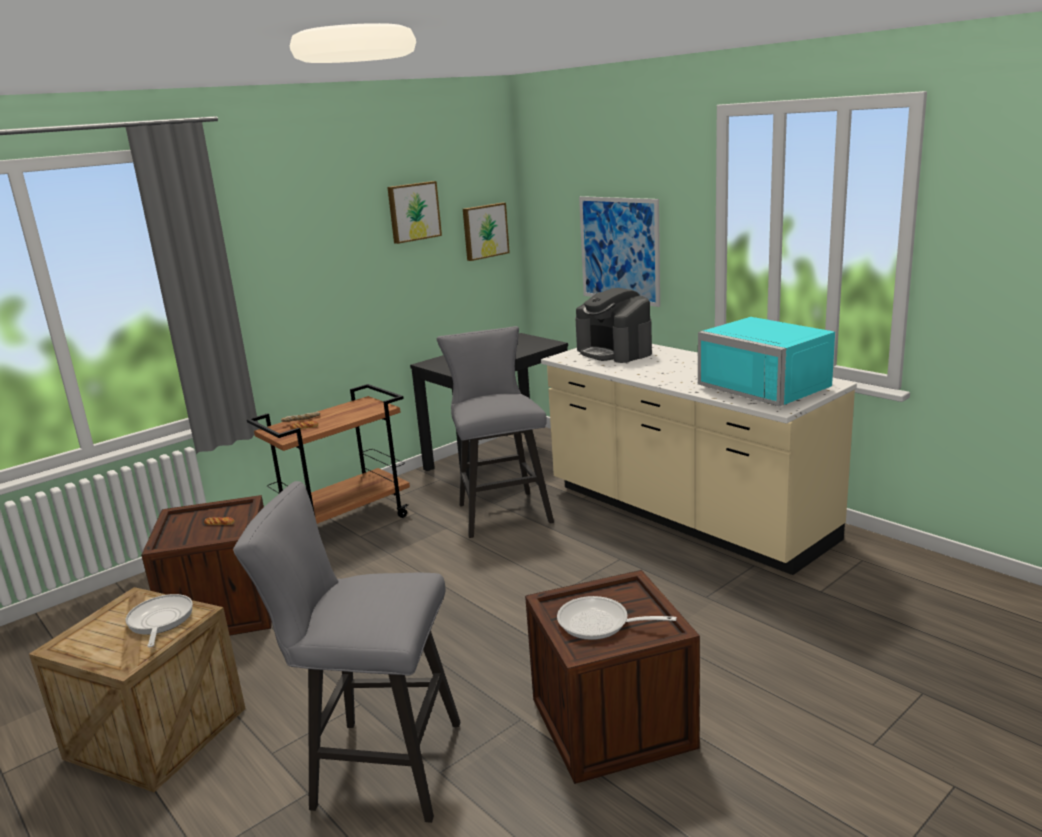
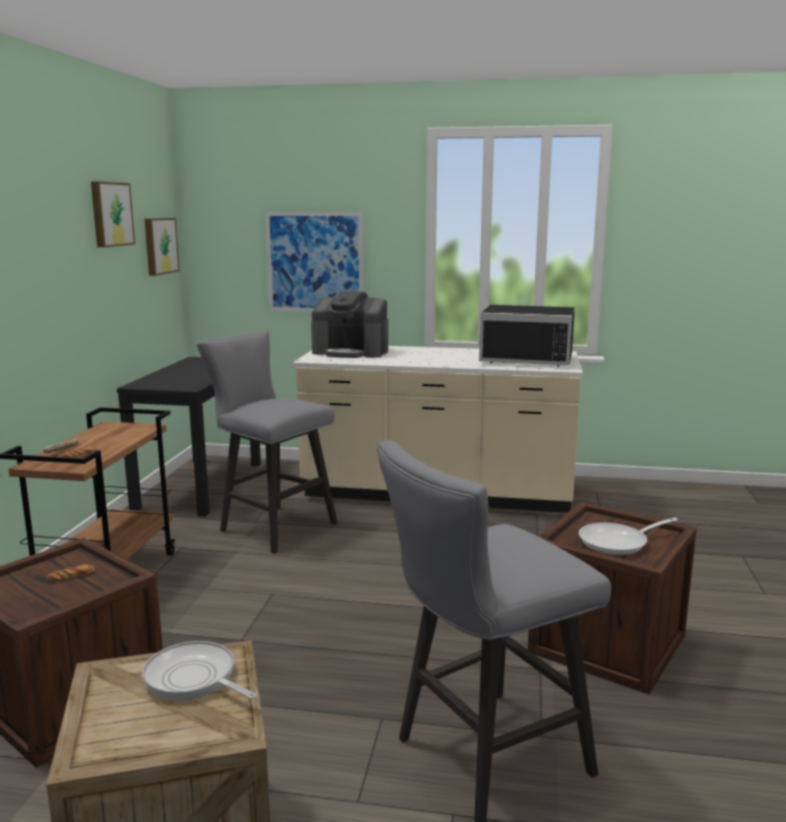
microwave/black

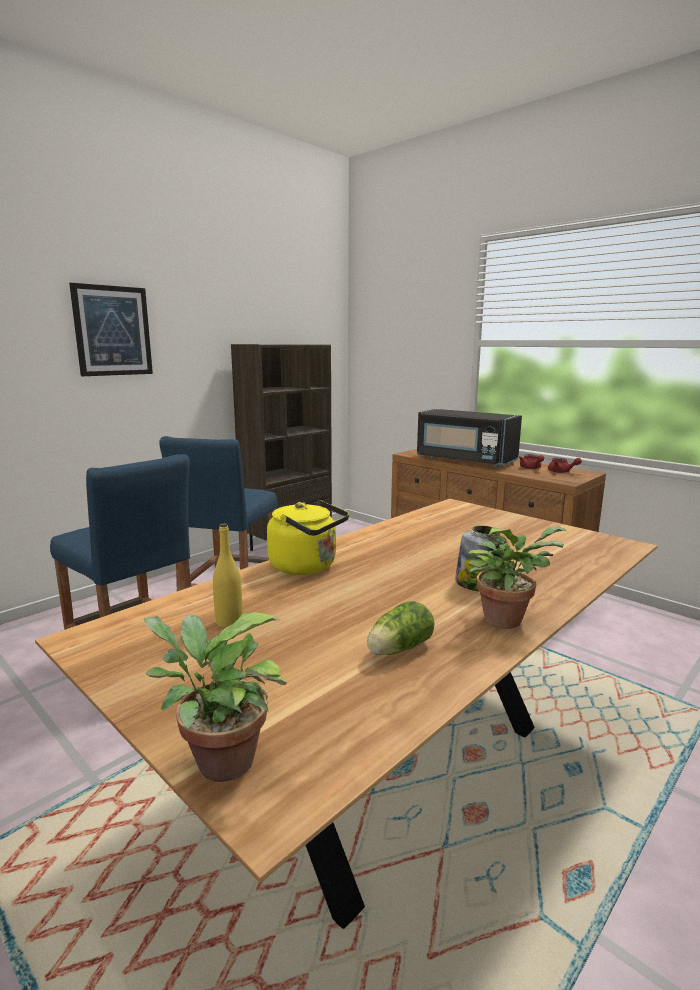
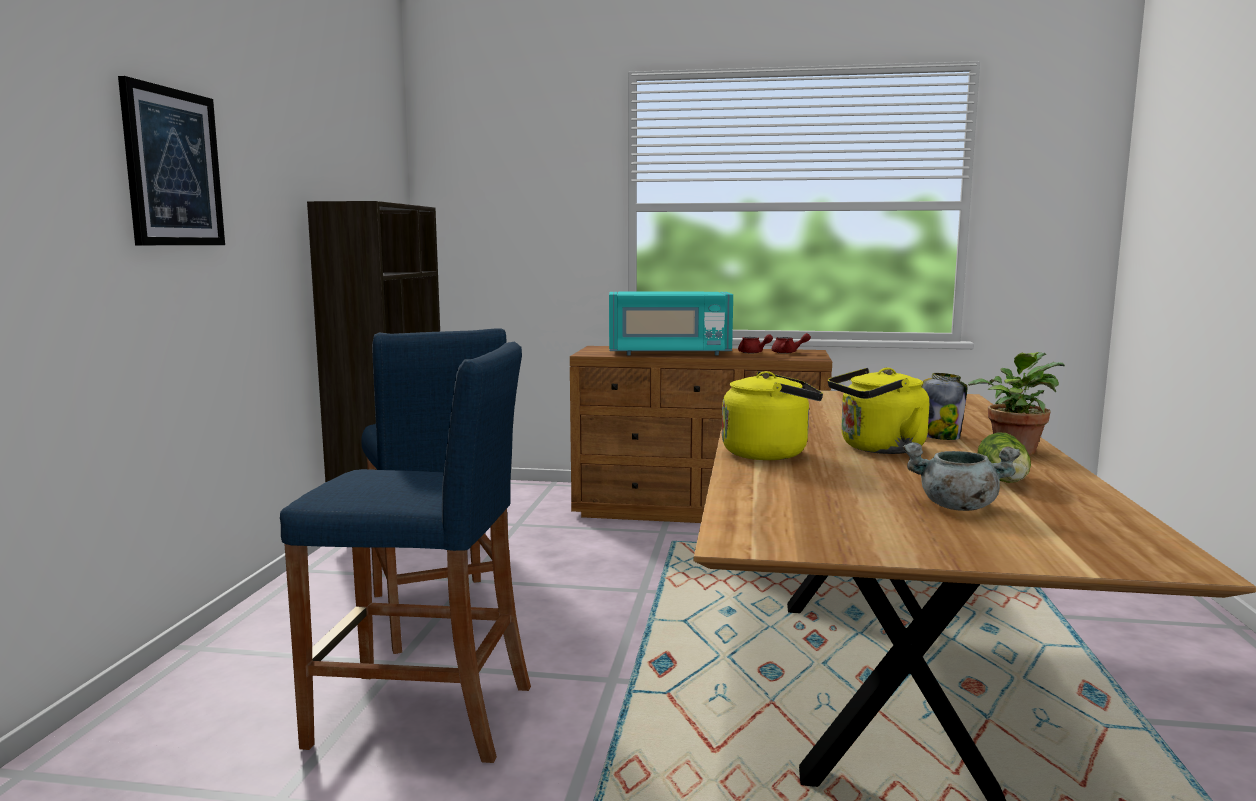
potted plant (1st from left in the first image)
bottle/yellow
kettle/yellow (2nd from left)
cooking pot/grey
microwave/turquoise

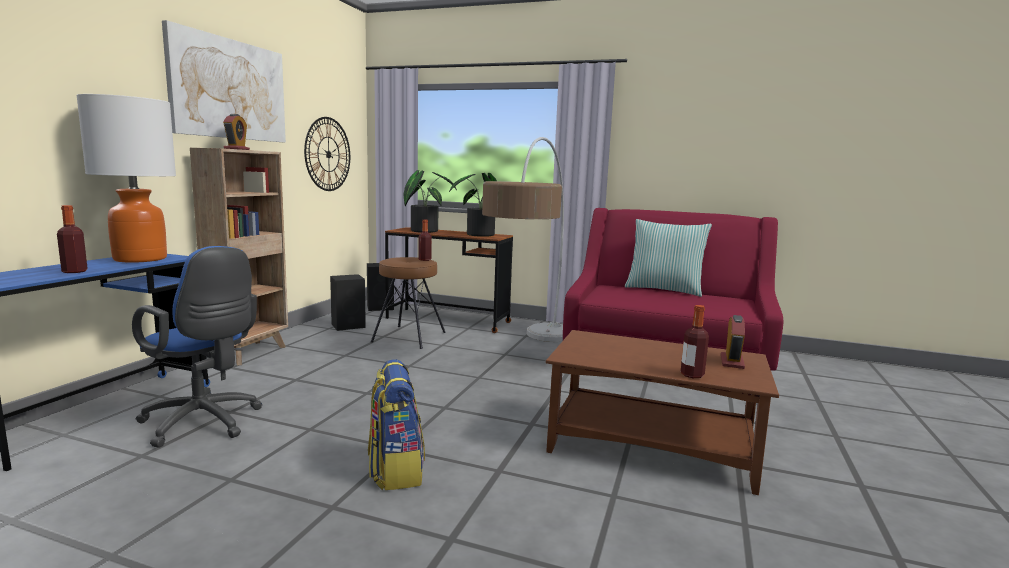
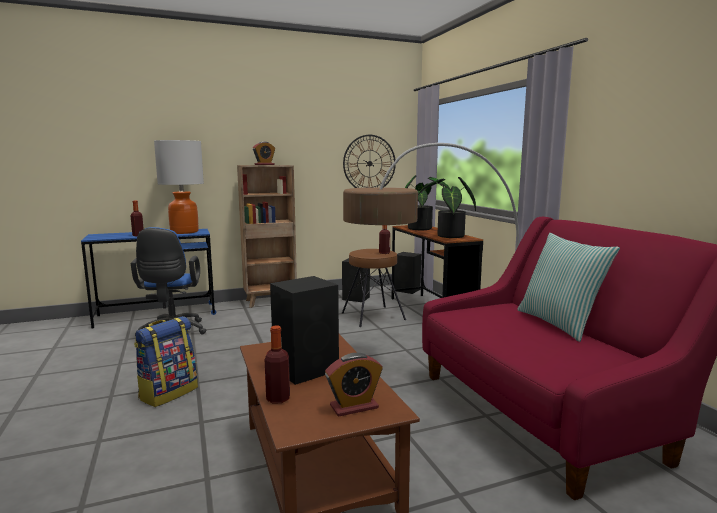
picture
speaker/black (1st from left)

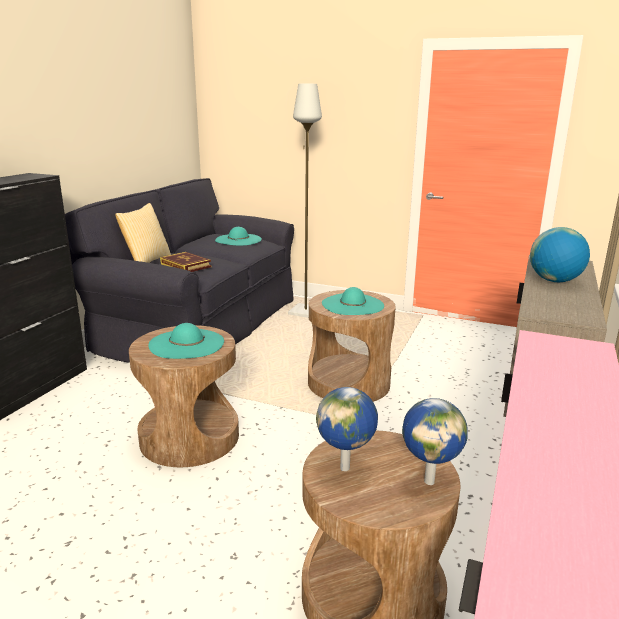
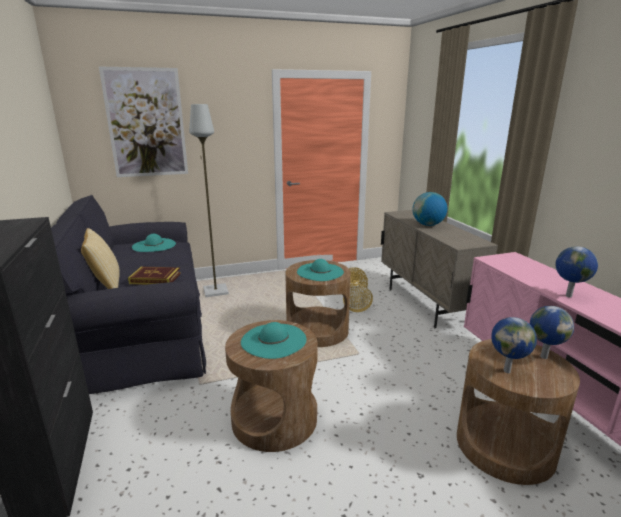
picture
basket
globe (4th from left)

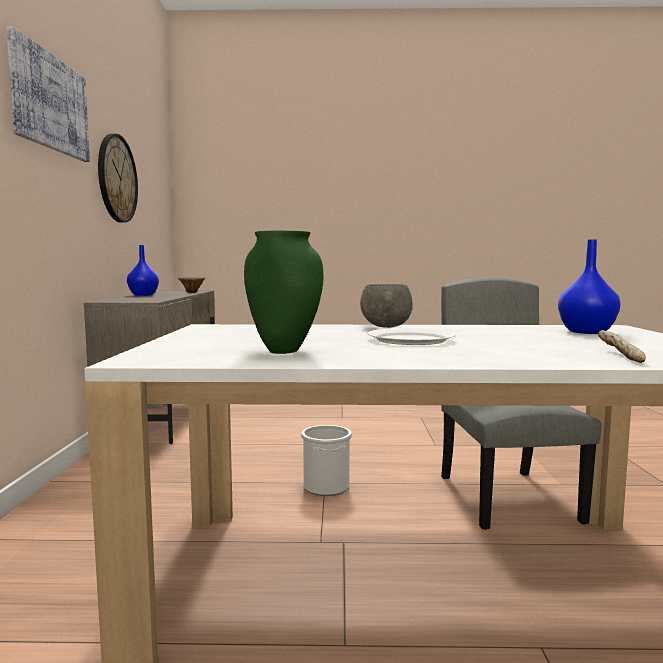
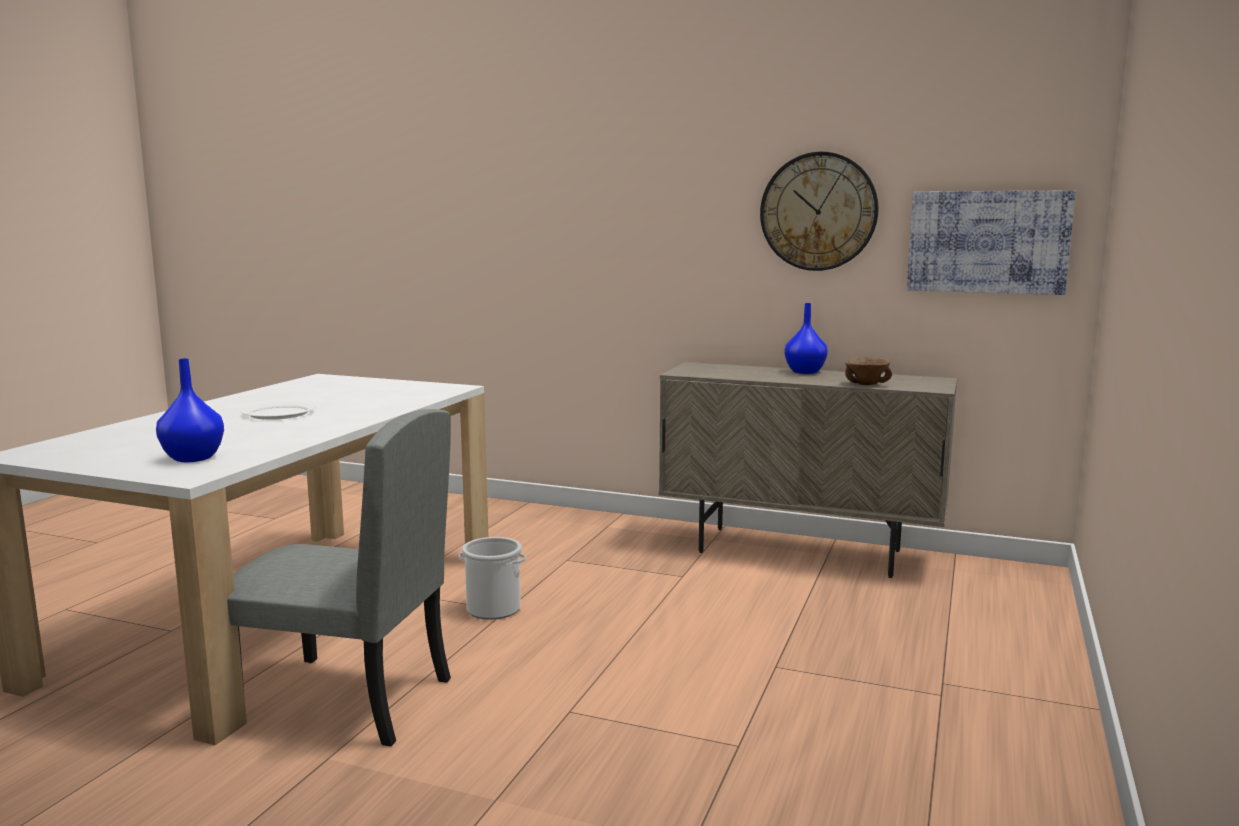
vase/green
bowl/grey
bread
picture

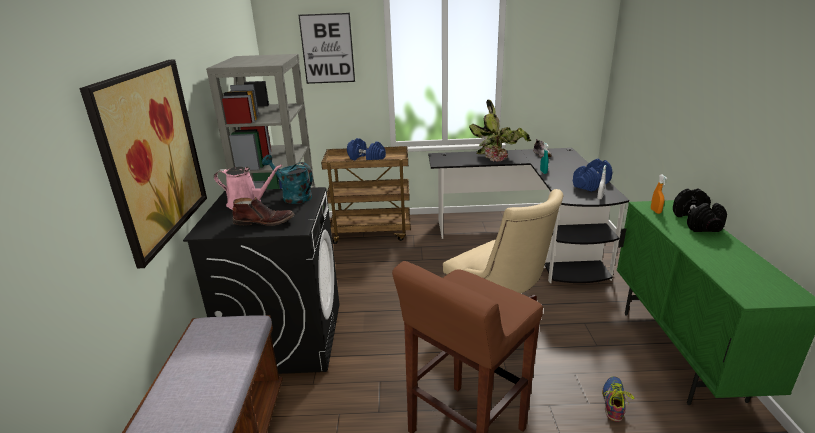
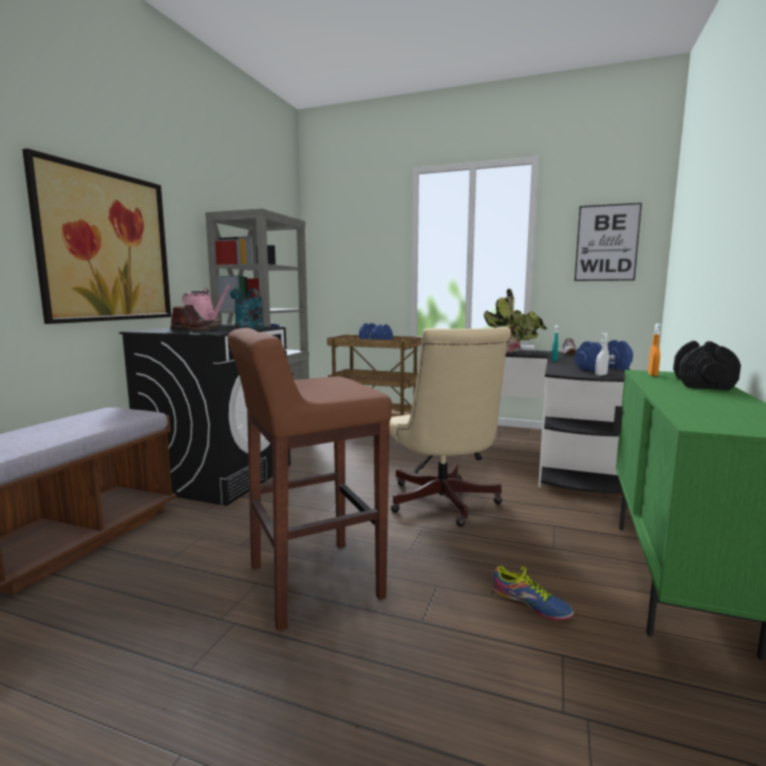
picture (2nd from left)
shoe (1st from left)

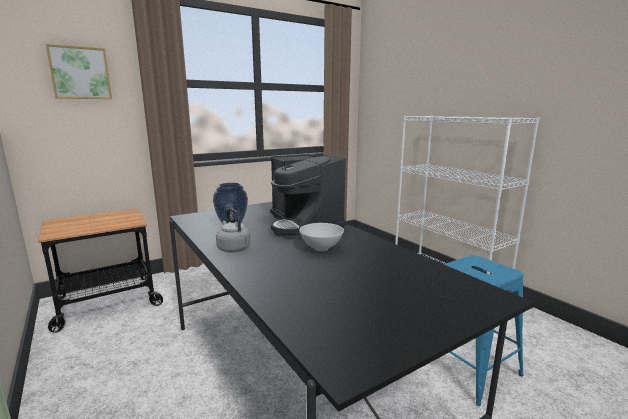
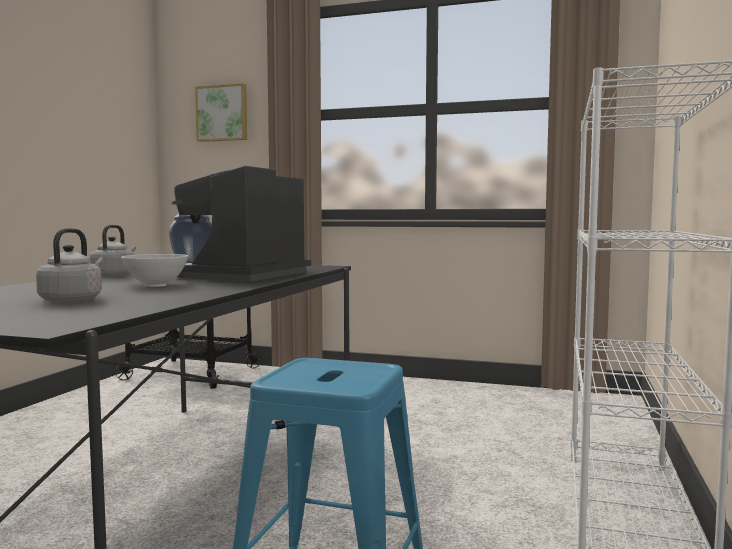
kettle/grey (1st from left)

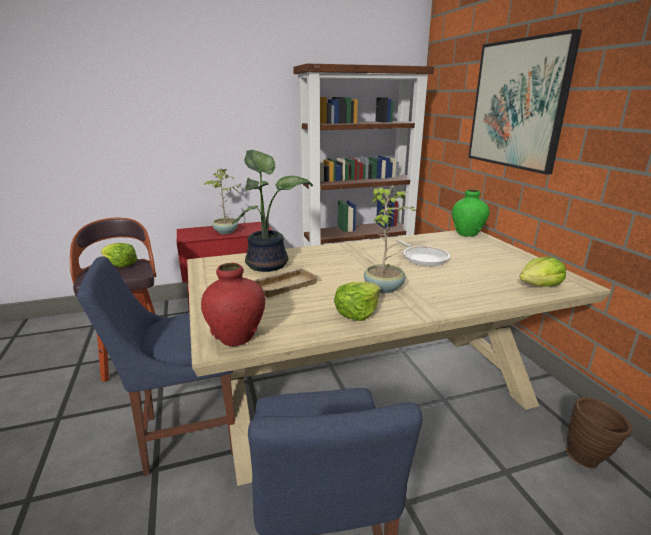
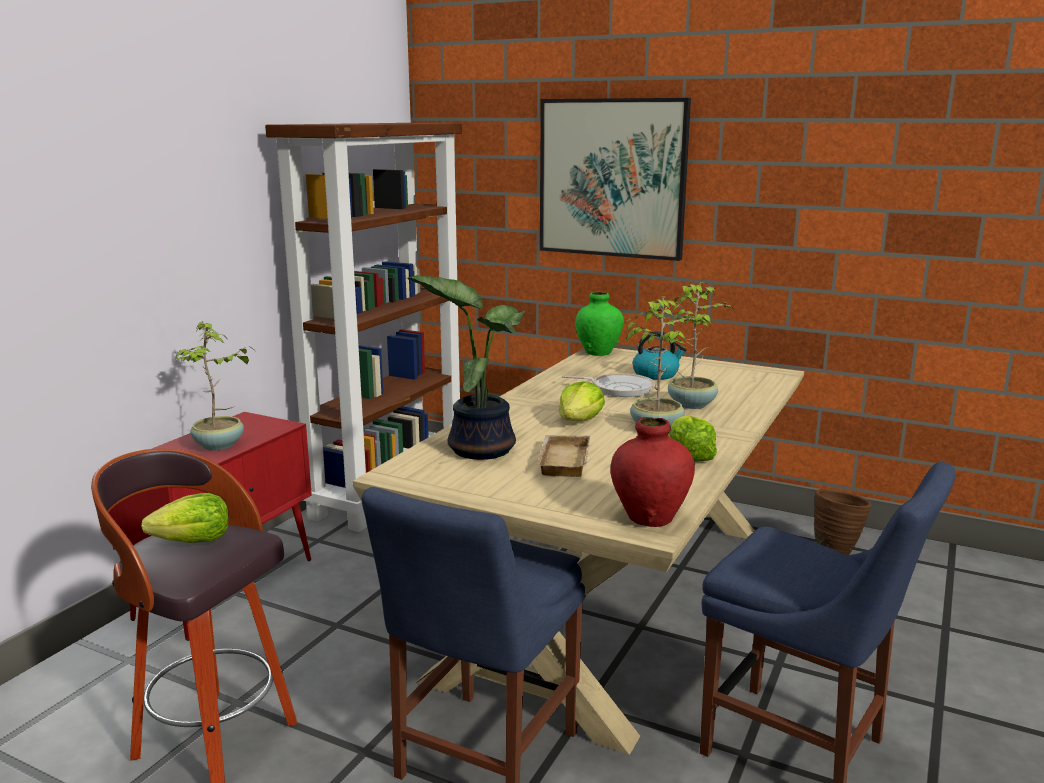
kettle
potted plant (4th from left)
lettuce (2nd from left)

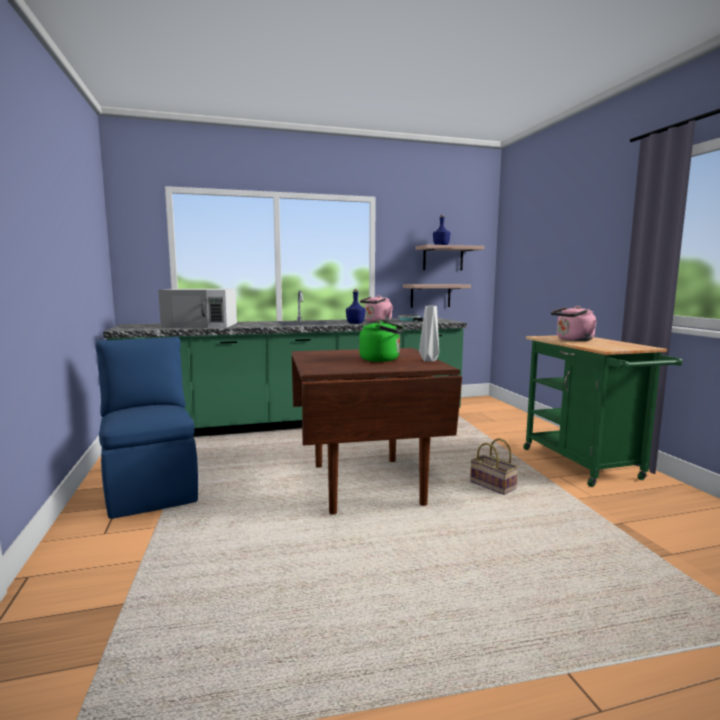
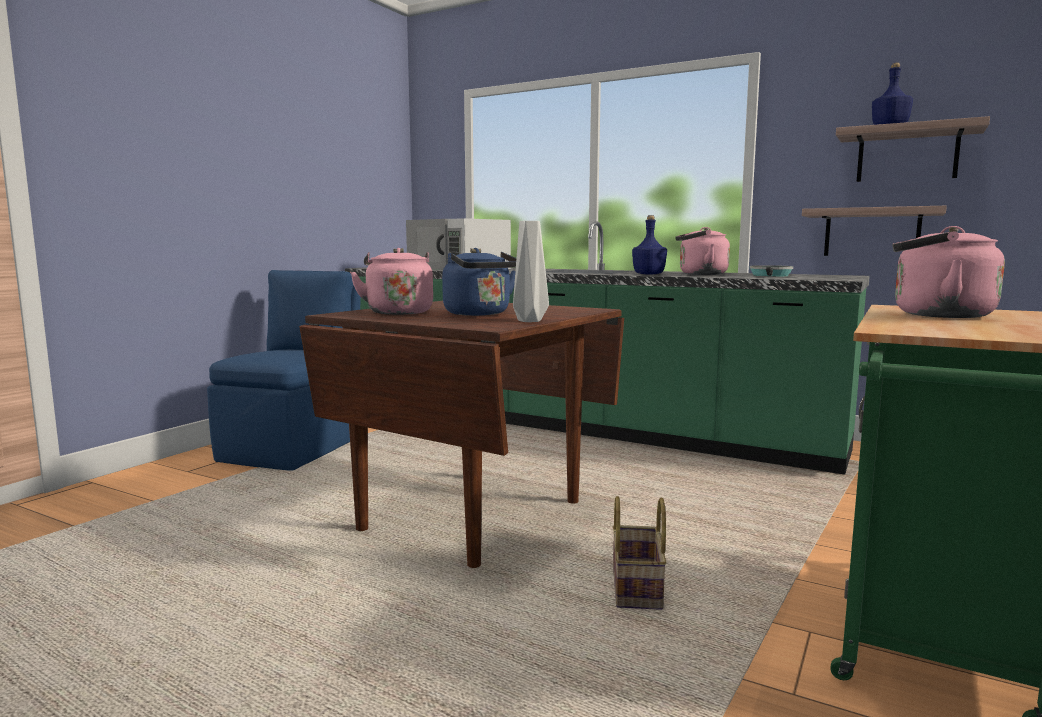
kettle/pink (1st from left)
kettle/blue

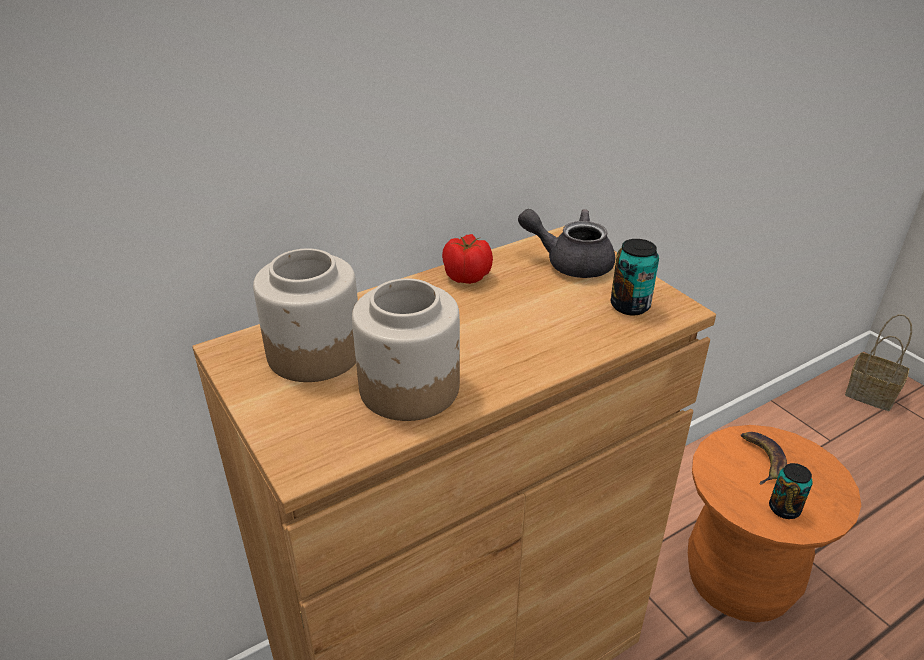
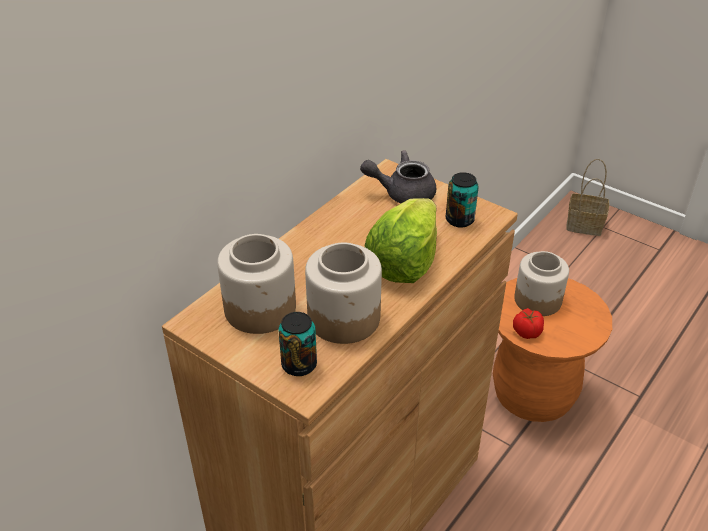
lettuce
tomato
can (1st from left)
jar (3rd from left)

